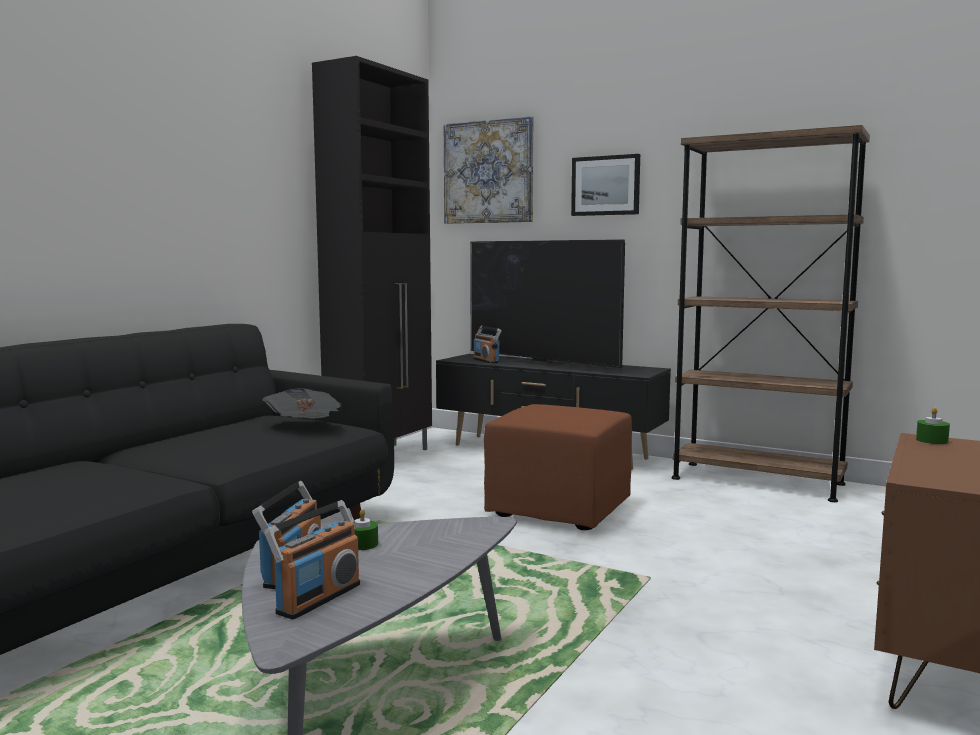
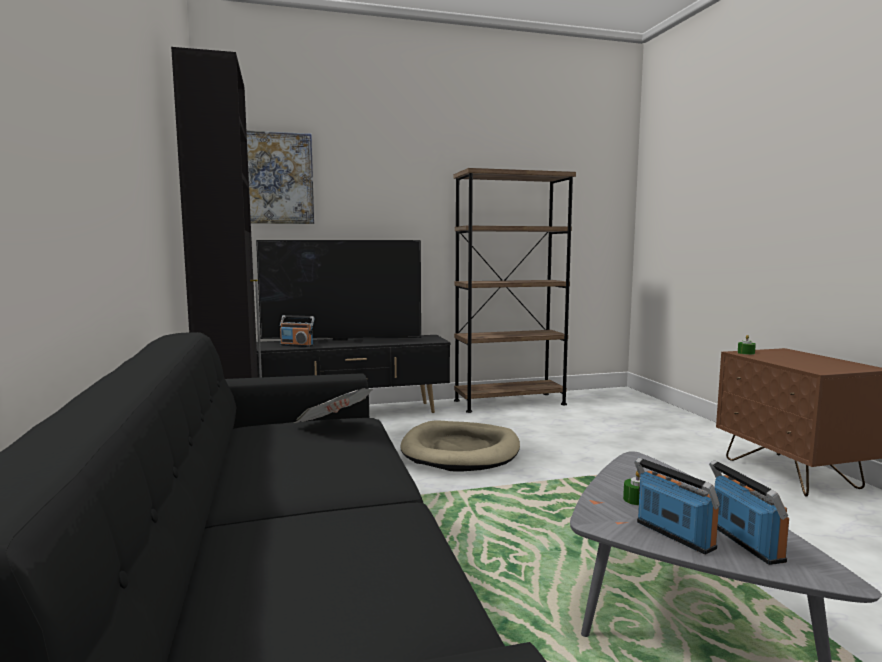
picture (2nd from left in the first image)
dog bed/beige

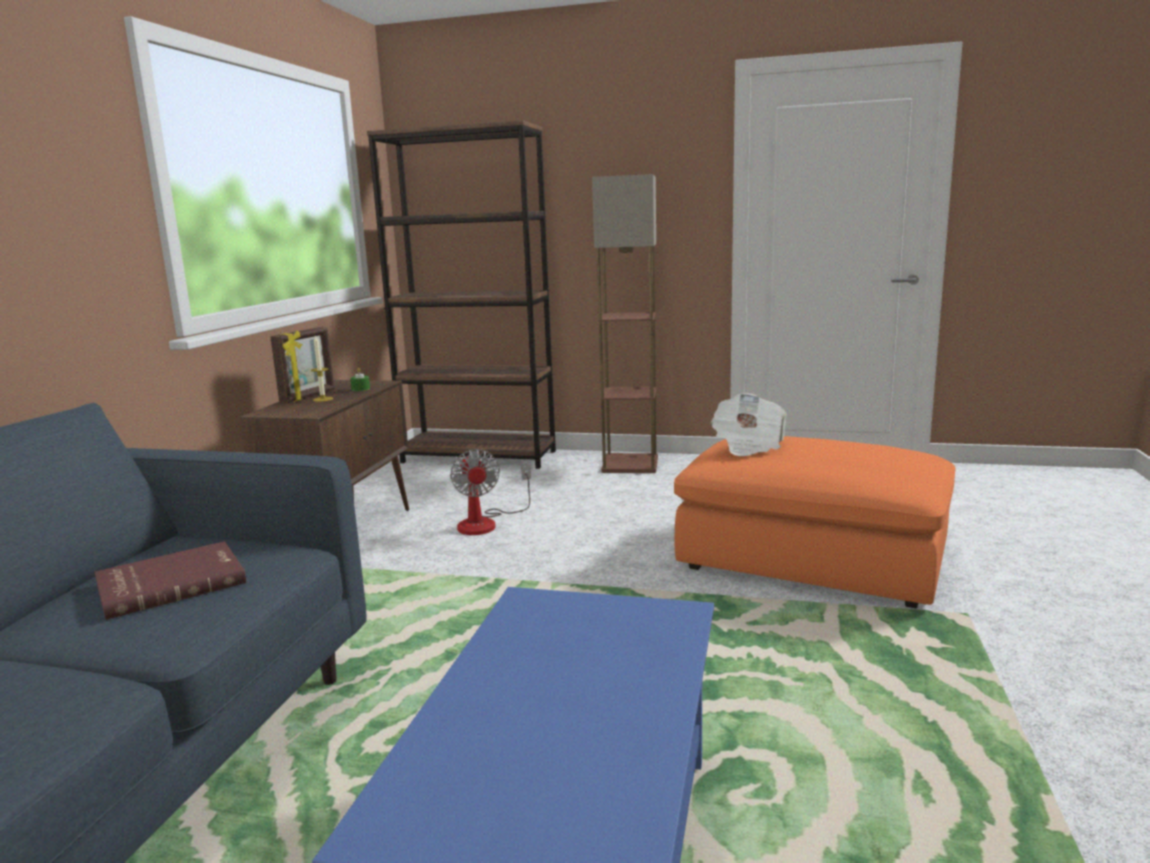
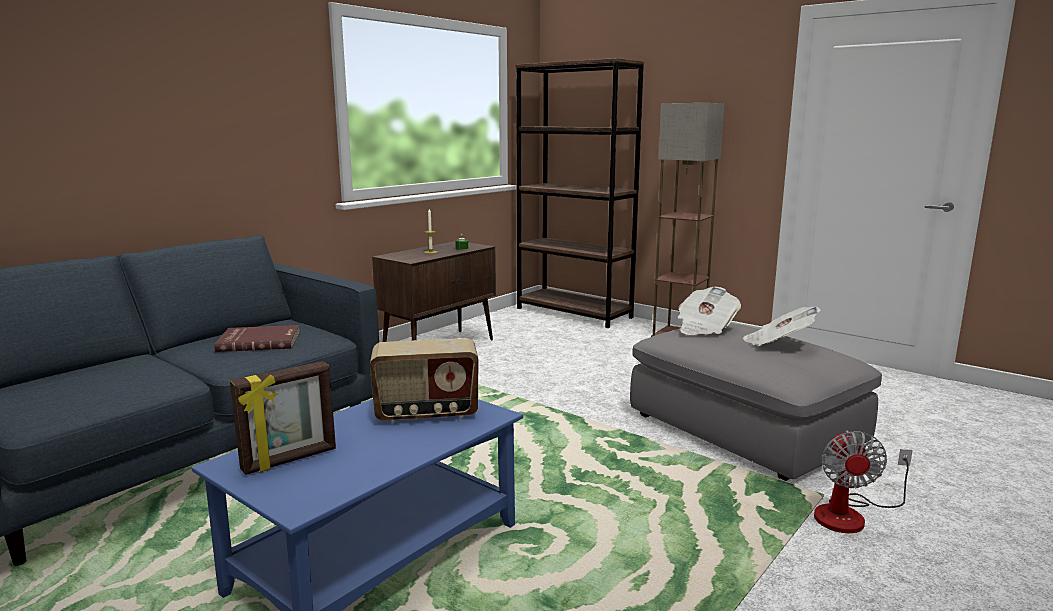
radio
newspaper (2nd from left)
picture frame
fan
ottoman/grey

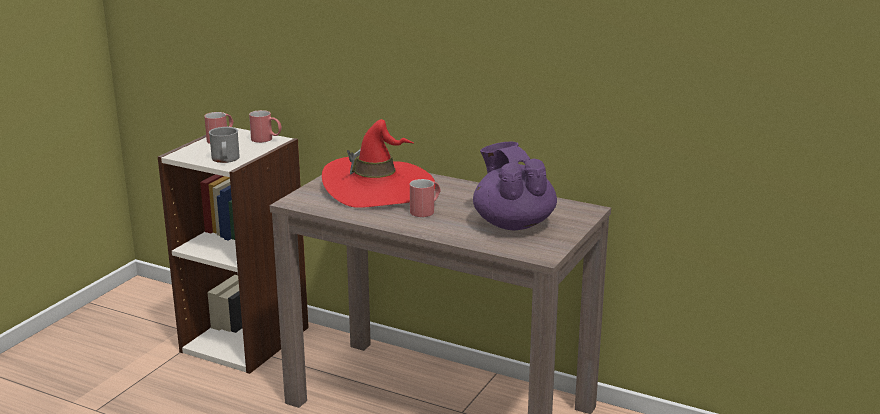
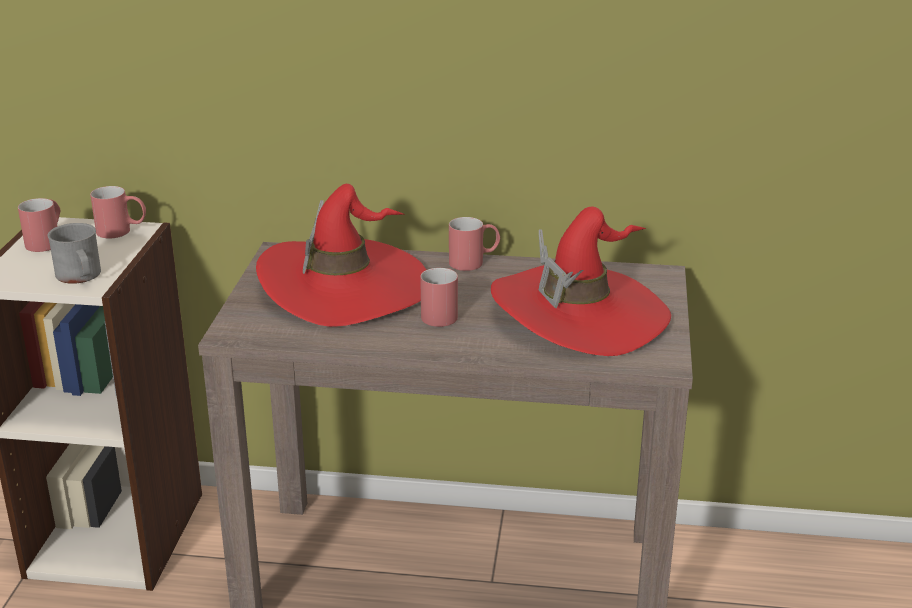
mug/red (4th from left)
hat/red (2nd from left)

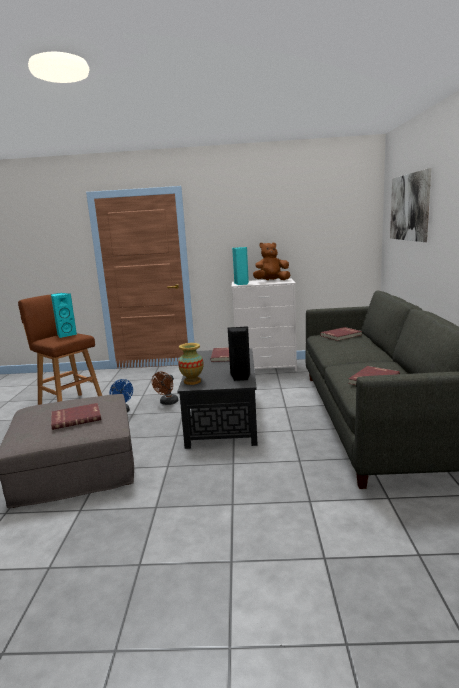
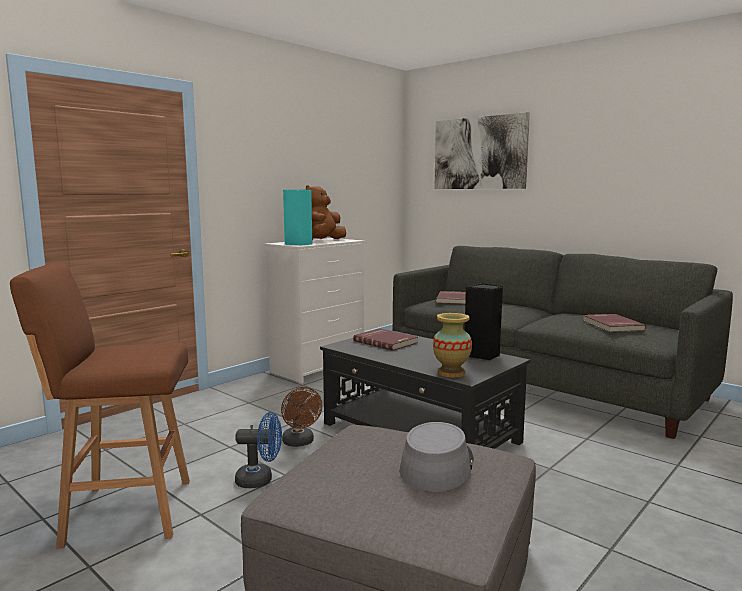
speaker/turquoise (1st from left in the first image)
hat/grey

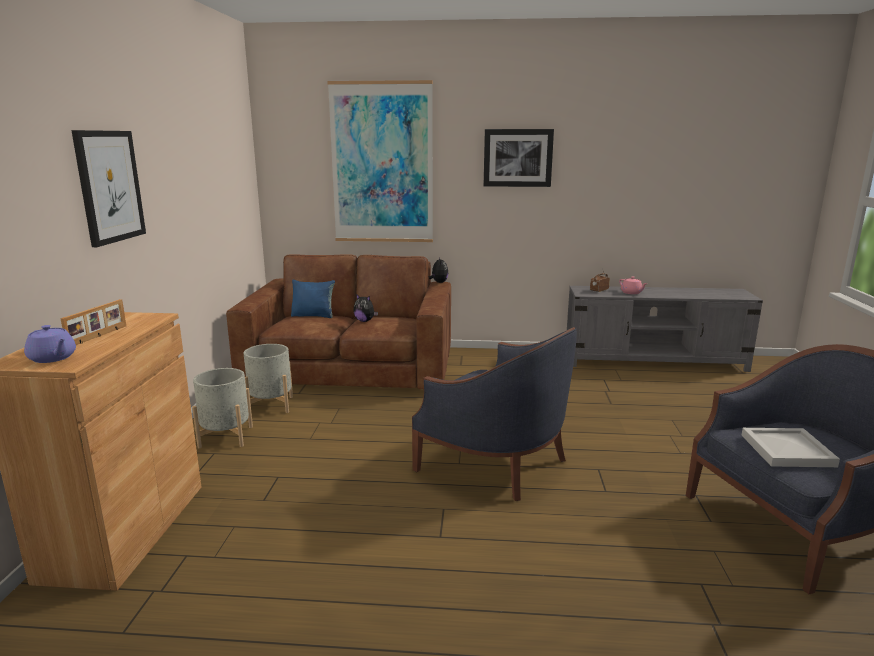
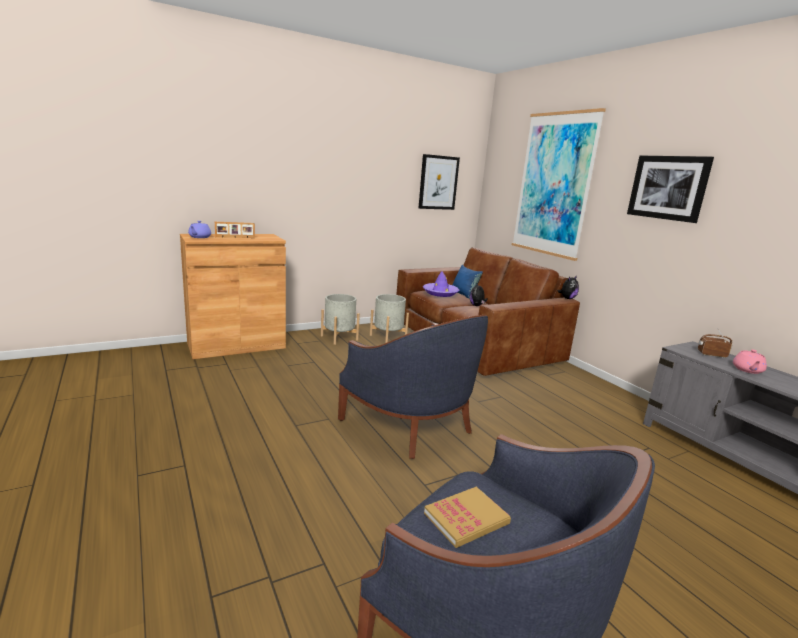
hat/purple
picture (1st from left)
book
armchair/blue (1st from left)

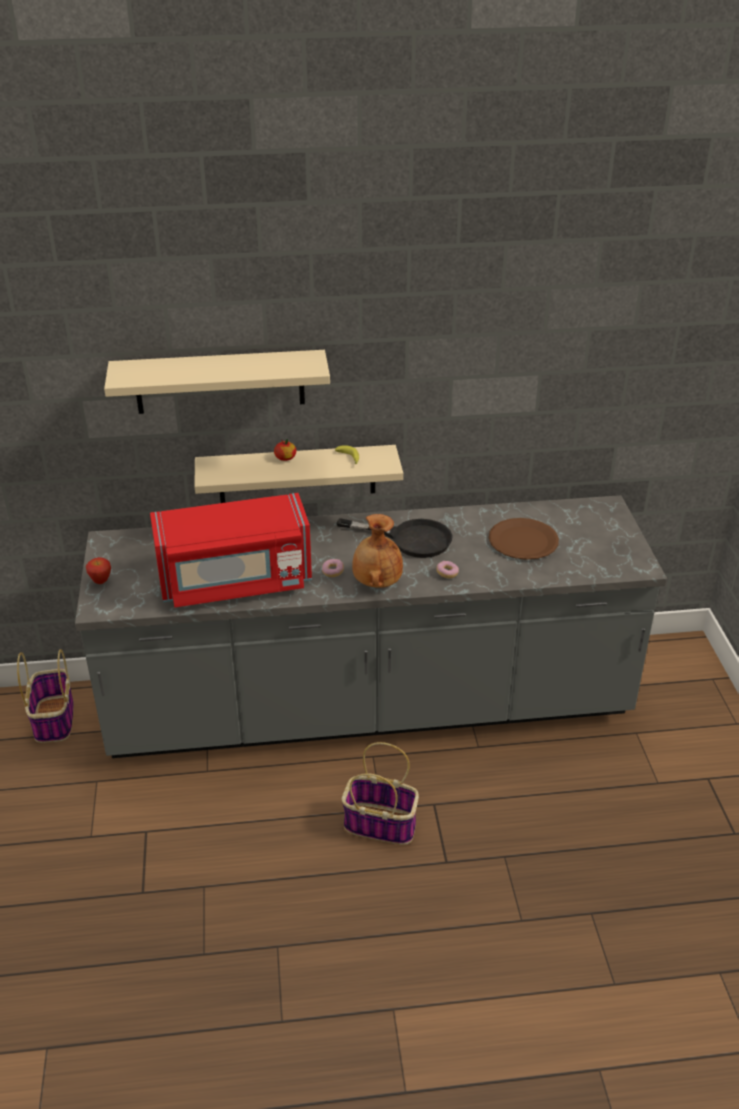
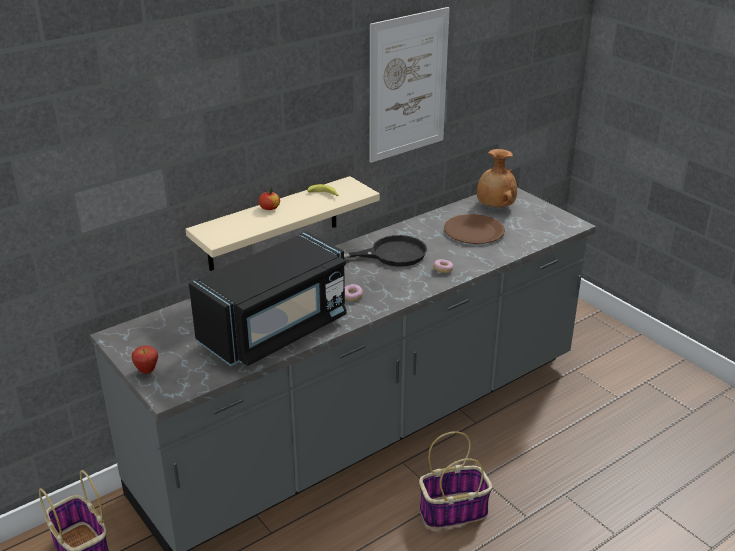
shelf/beige (1st from left in the first image)
picture
vase/brown
microwave/black

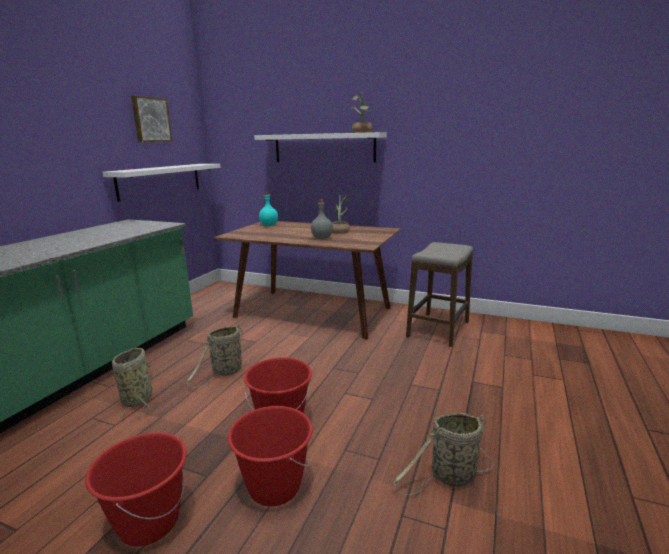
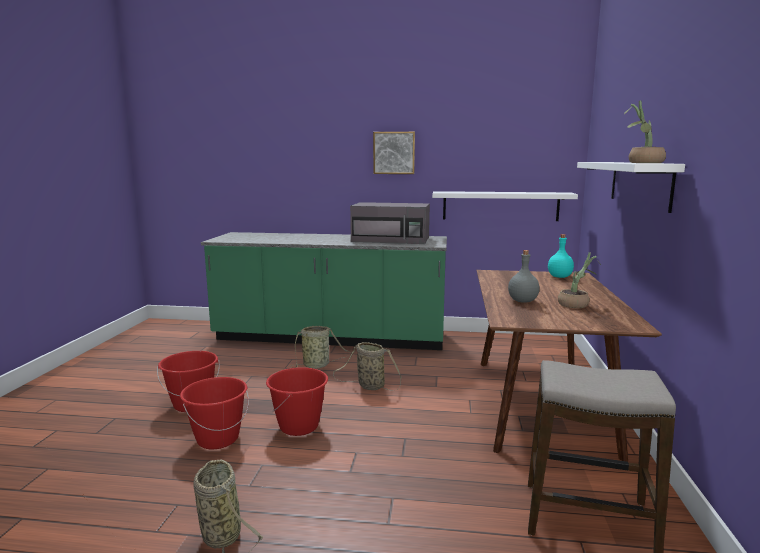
microwave/grey
picture

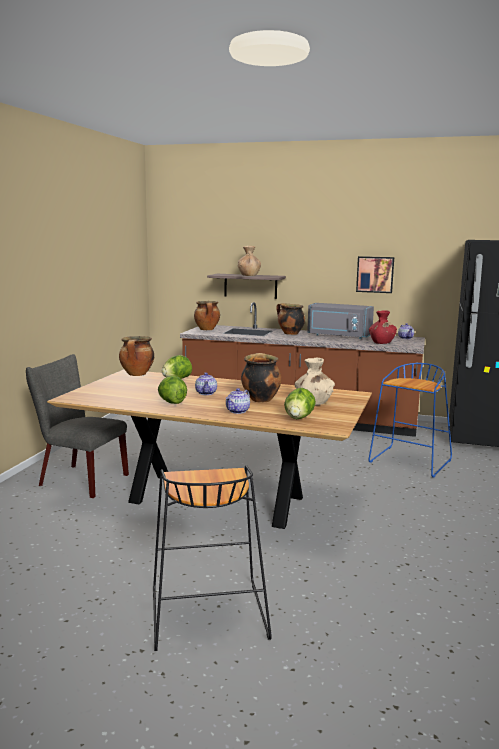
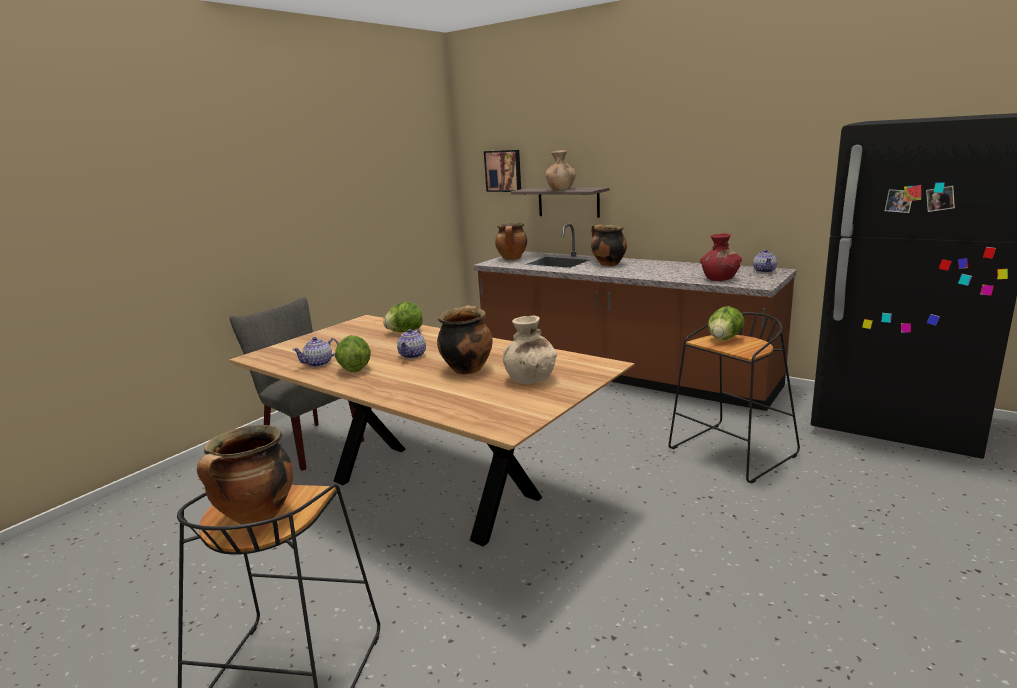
microwave/grey
cooking pot (1st from left)
teapot (1st from left)
lettuce (3rd from left)
picture
stool/black (2nd from left)

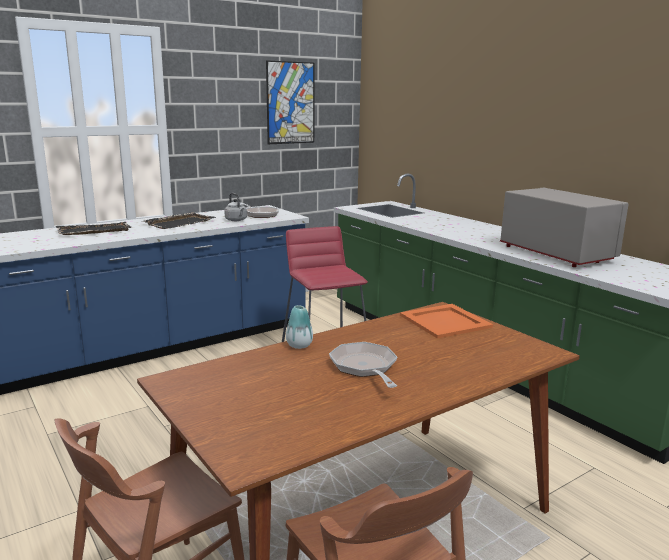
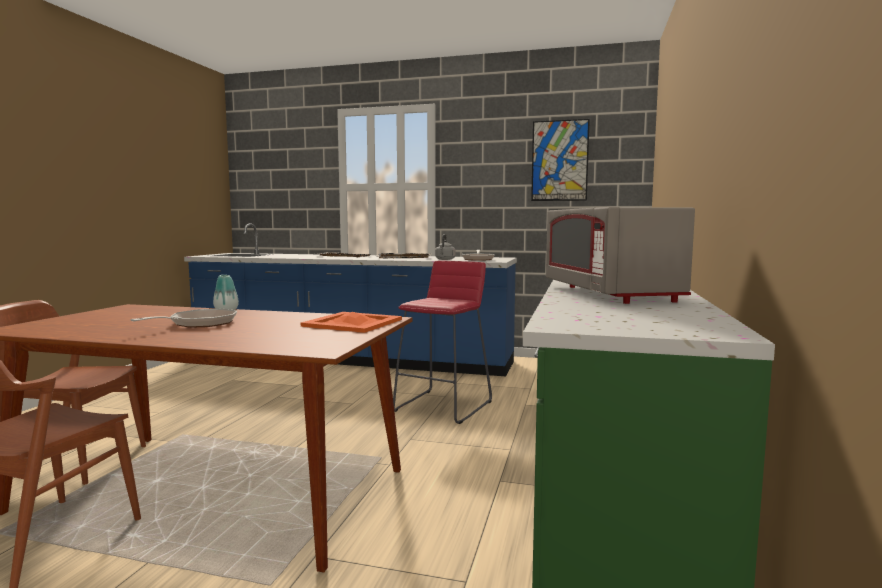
microwave/grey

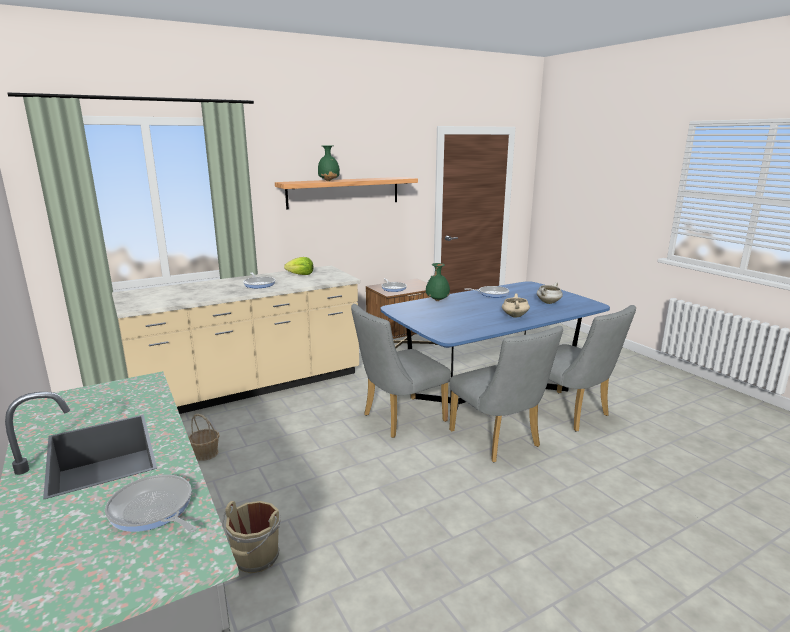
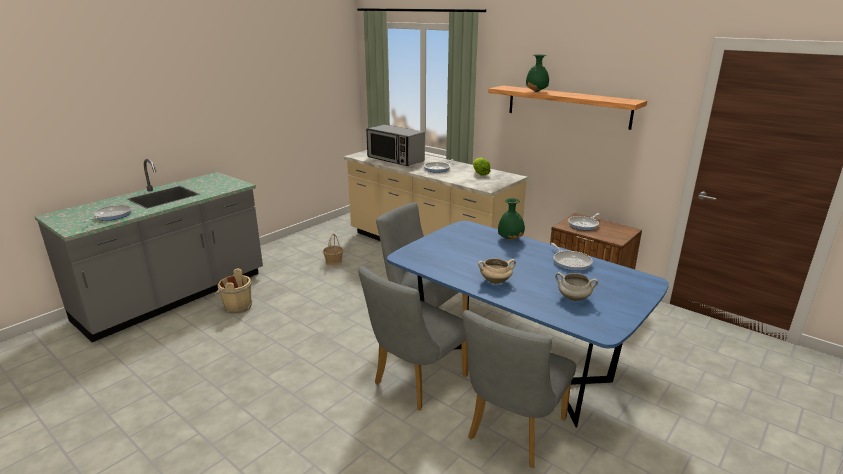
microwave

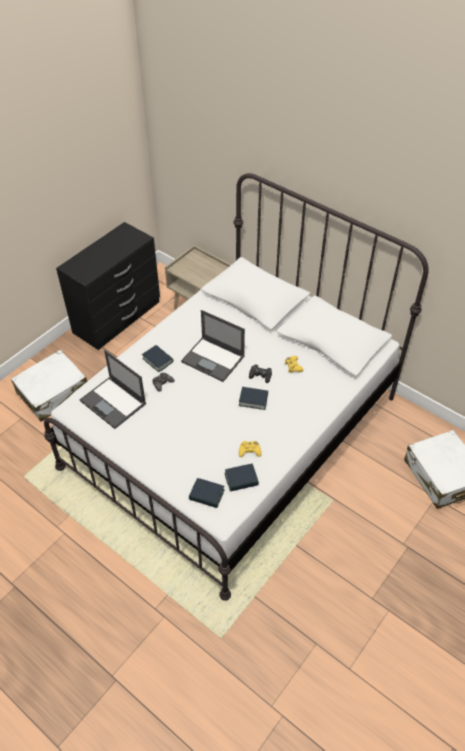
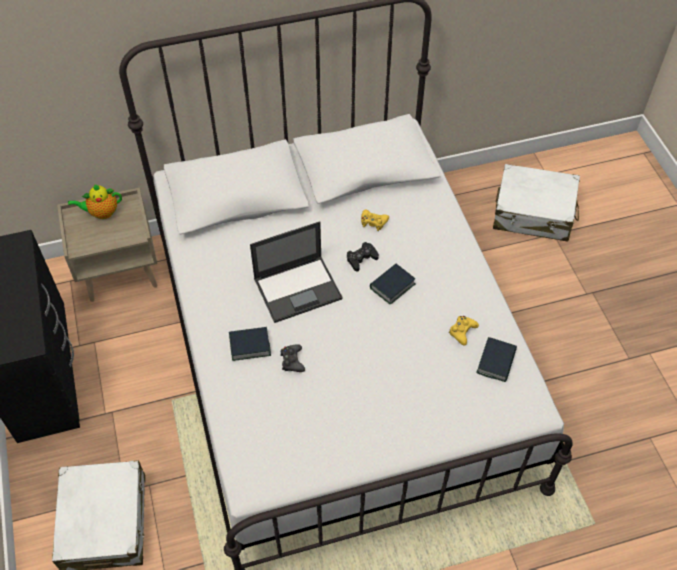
laptop (1st from left in the first image)
book (2nd from left in the first image)
teapot

